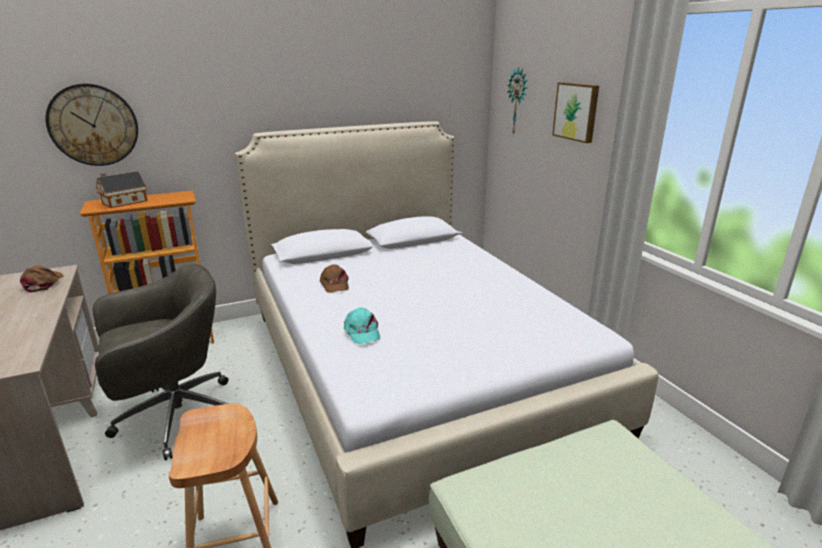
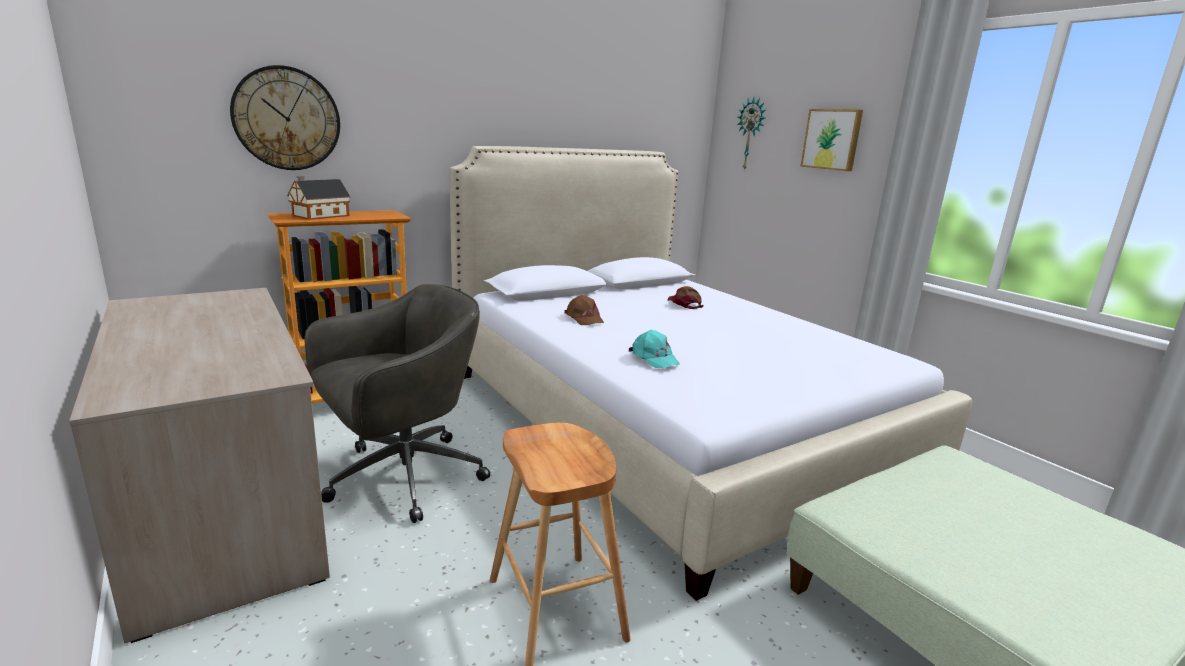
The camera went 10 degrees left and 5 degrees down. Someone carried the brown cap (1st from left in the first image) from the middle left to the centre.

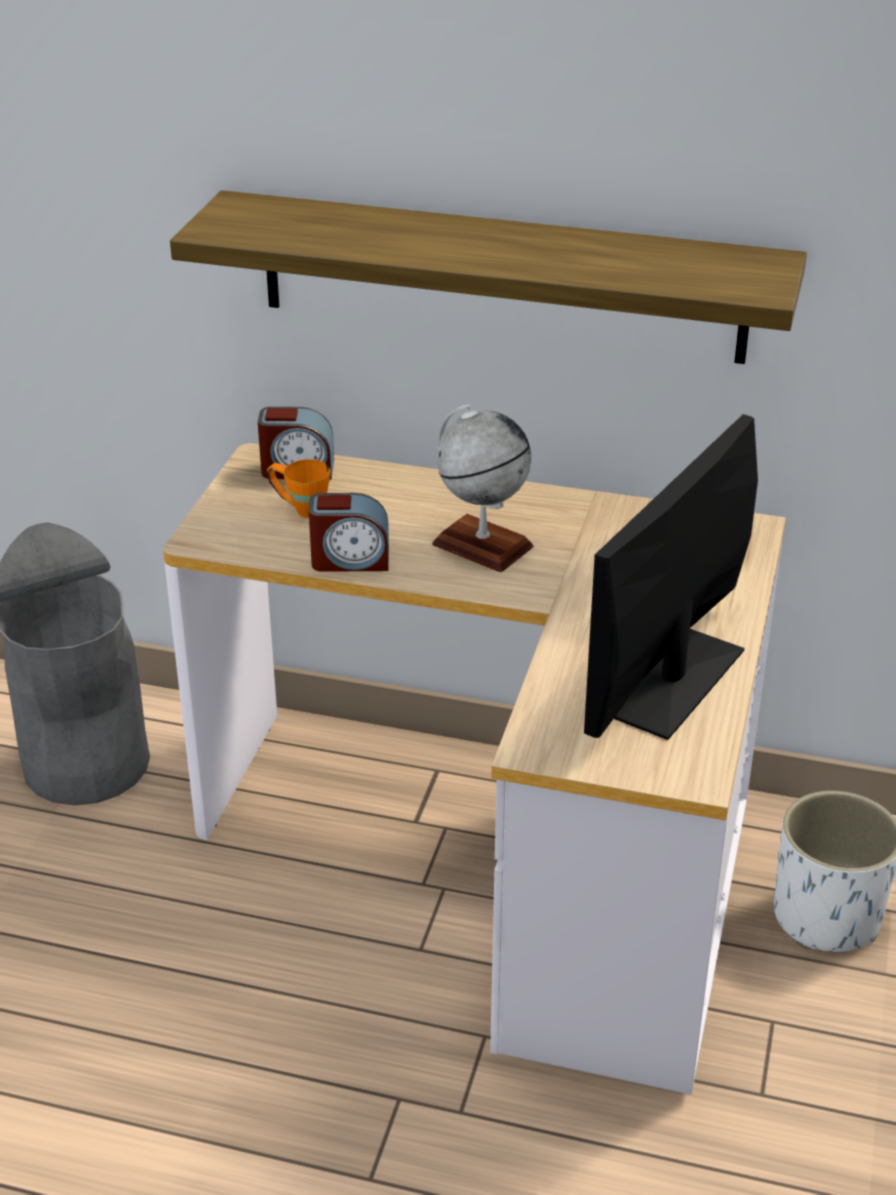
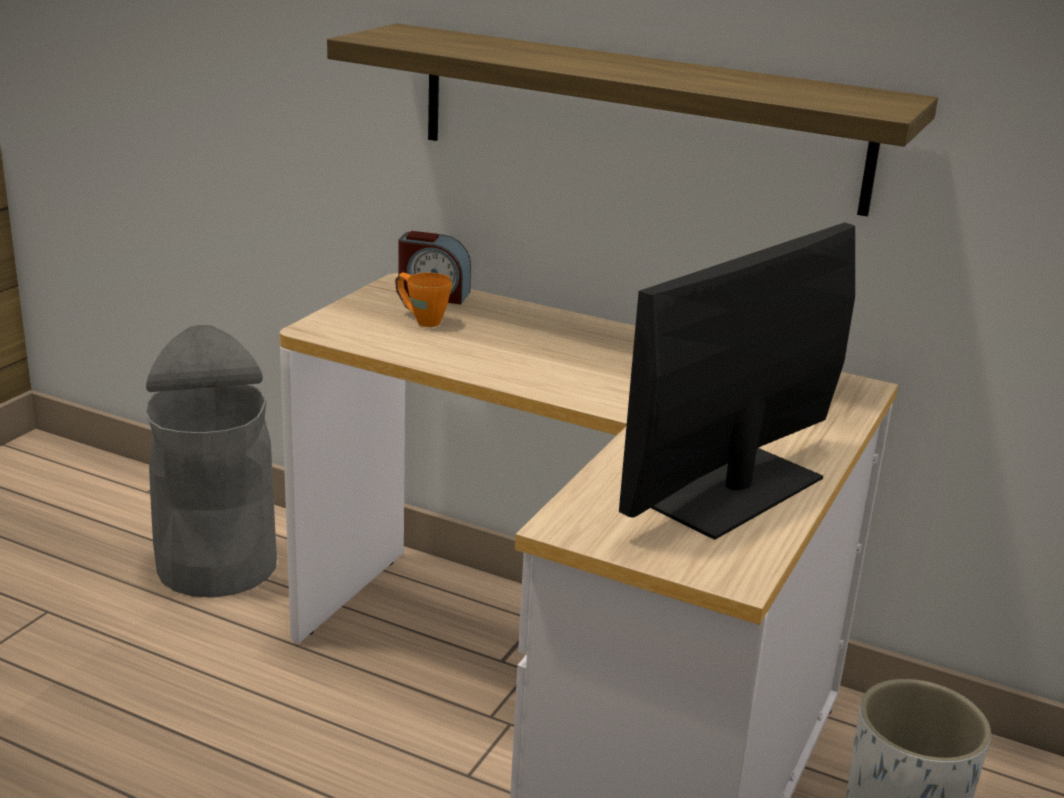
The camera went 10 degrees right and 10 degrees down. Someone took away the alarm clock (2nd from left) at the centre. Someone took away the globe at the centre.

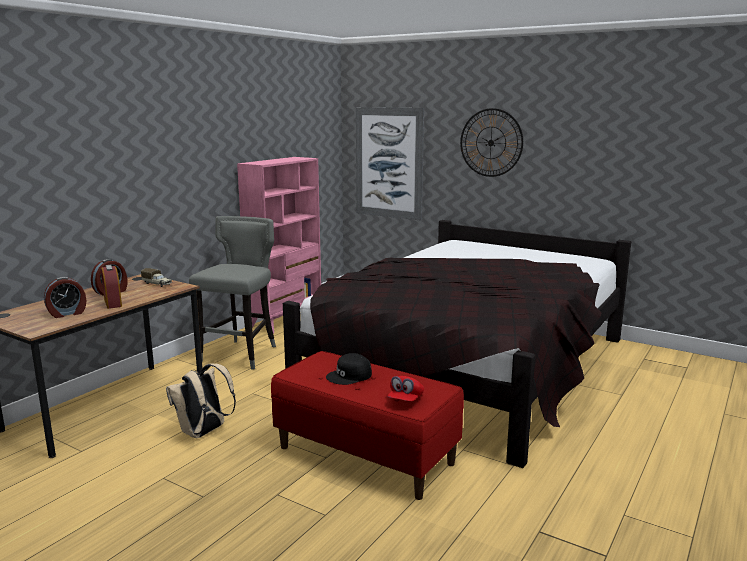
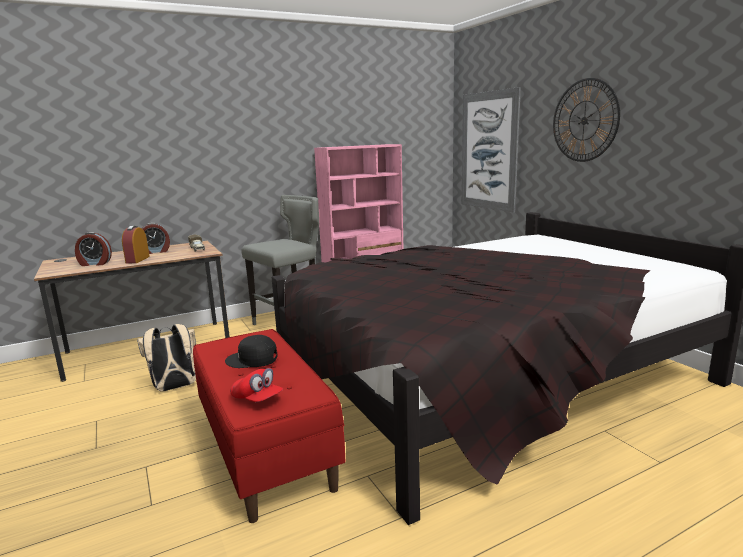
The camera went 30 degrees right and 0 degrees up. Someone rotated the red cap at the bottom centre by 105 degrees counterclockwise.

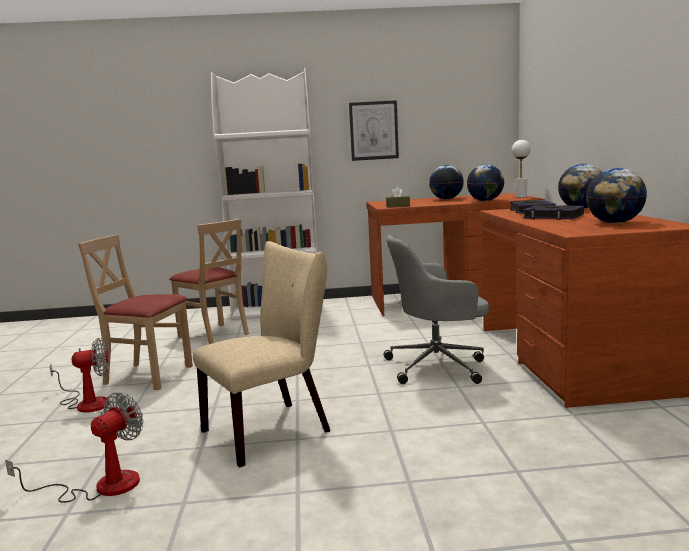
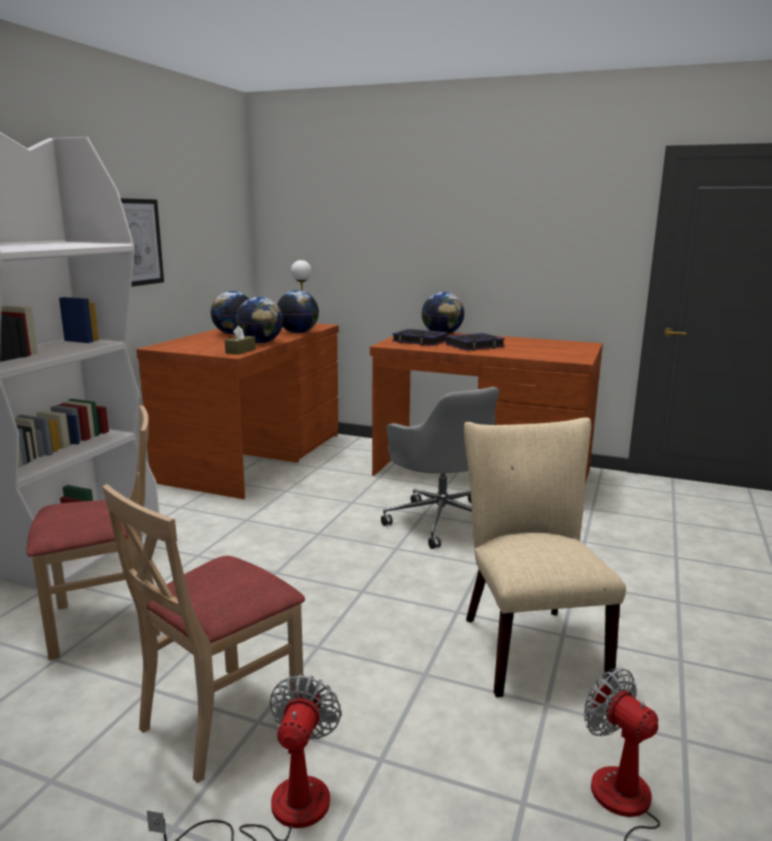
The camera went 65 degrees left and 5 degrees up. Someone carried the globe (4th from left in the first image) from the middle right to the centre. Someone rotated the grey office chair at the centre by 45 degrees counterclockwise.

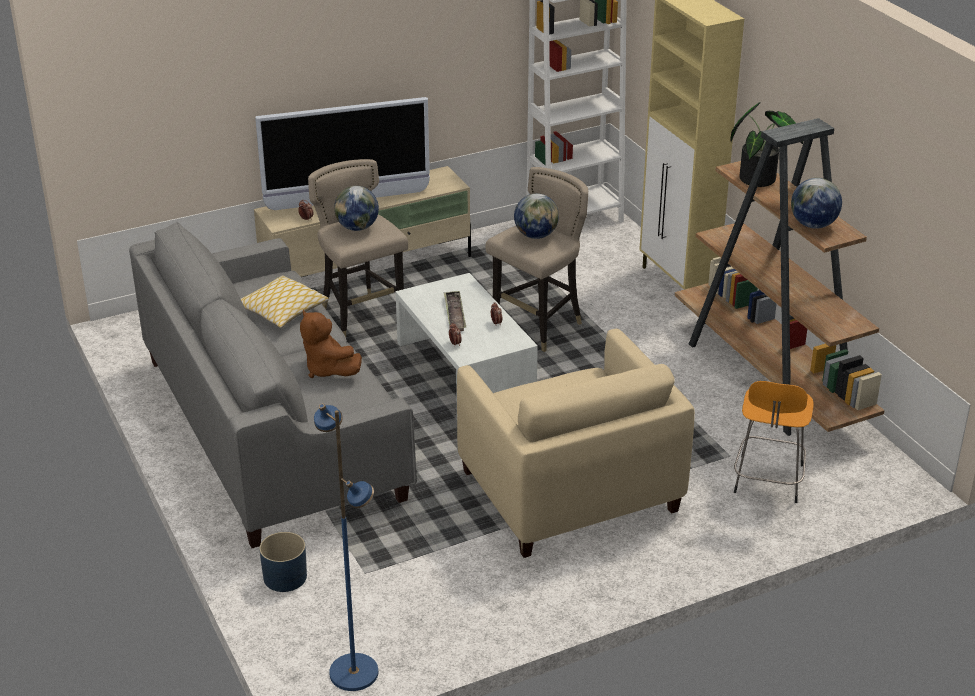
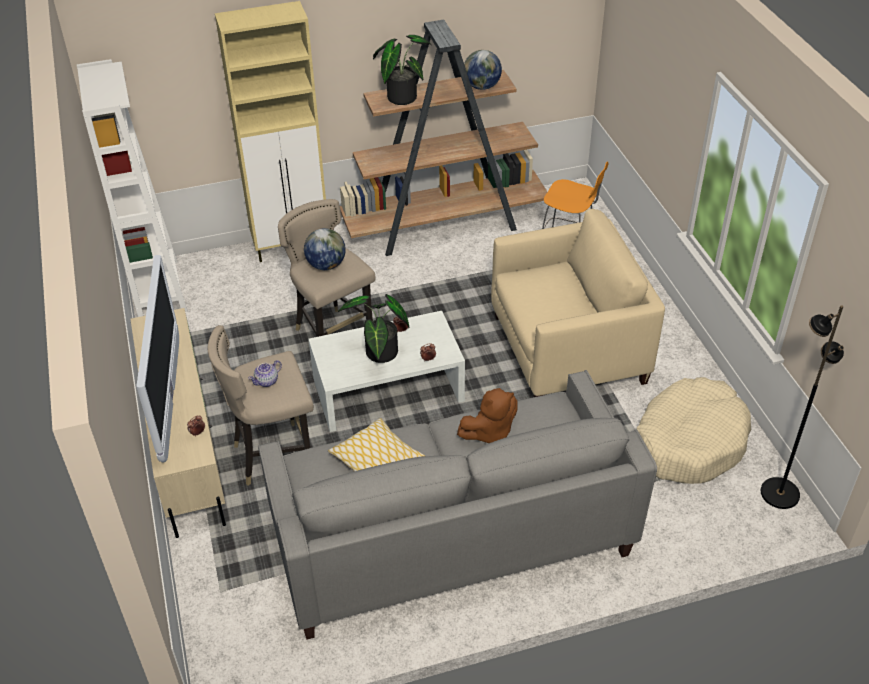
The camera went 80 degrees left and 10 degrees up. Someone took away the blue planter at the bottom left. Someone put down the beige dog bed at the middle right. Someone swapped the globe (1st from left) at the top centre for the teapot at the middle left. Someone swapped the tray at the centre for the potted plant (1st from left) at the centre. Someone repainted the blue floor lamp at the bottom centre, which became the black floor lamp at the middle right.

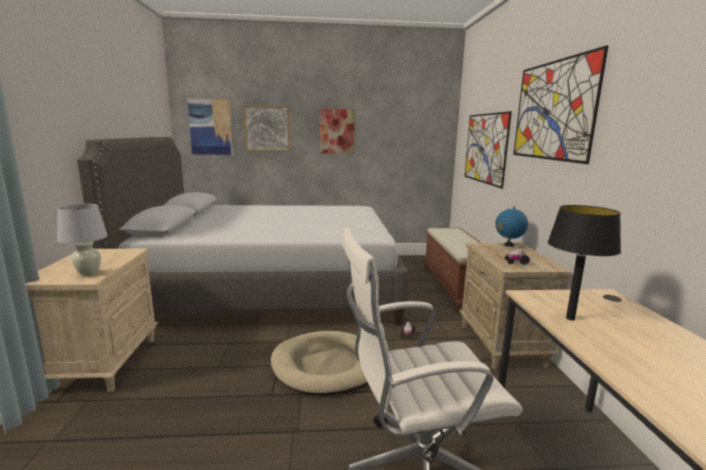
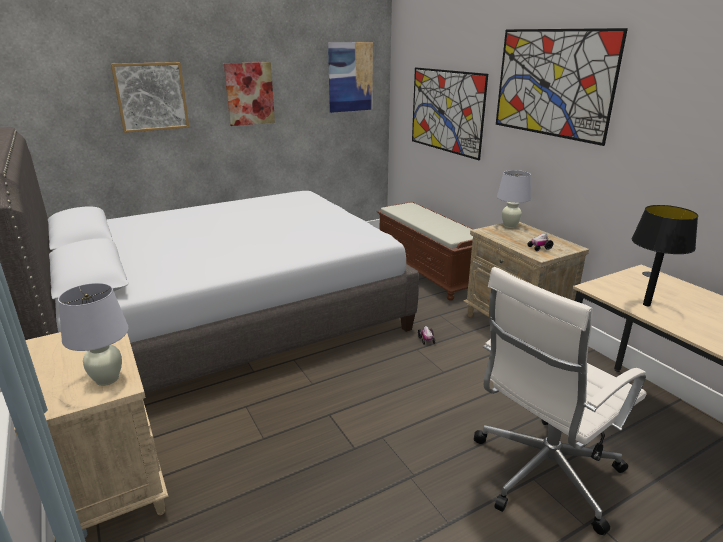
The camera went 25 degrees left and 10 degrees up. Someone took away the beige dog bed at the bottom centre. Someone carried the picture (1st from left in the first image) from the top left to the top centre. Someone swapped the globe at the middle right for the white table lamp (2nd from left) at the middle right.

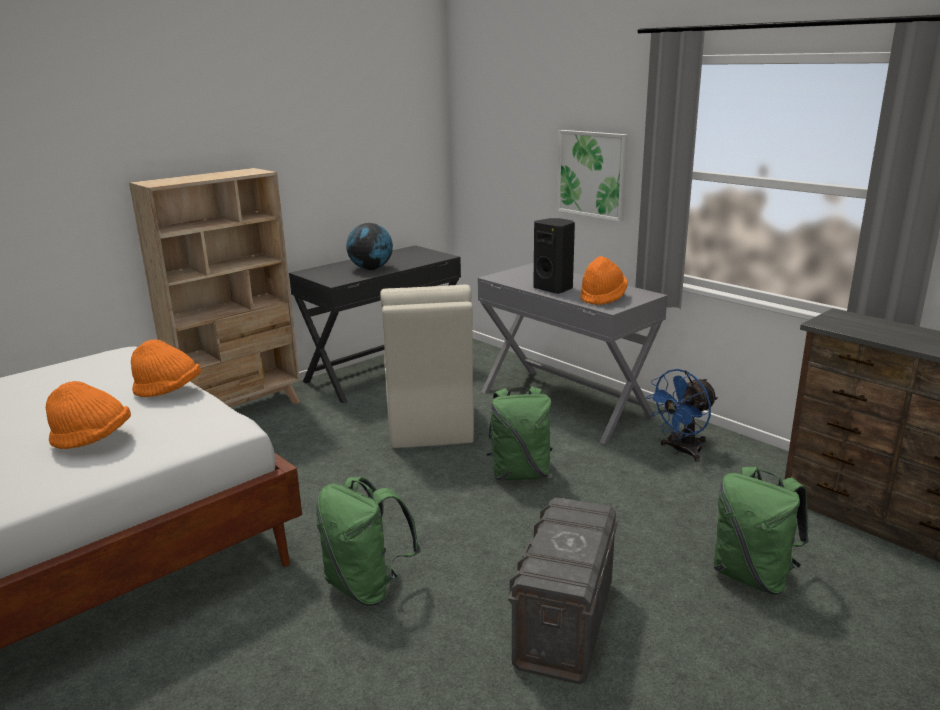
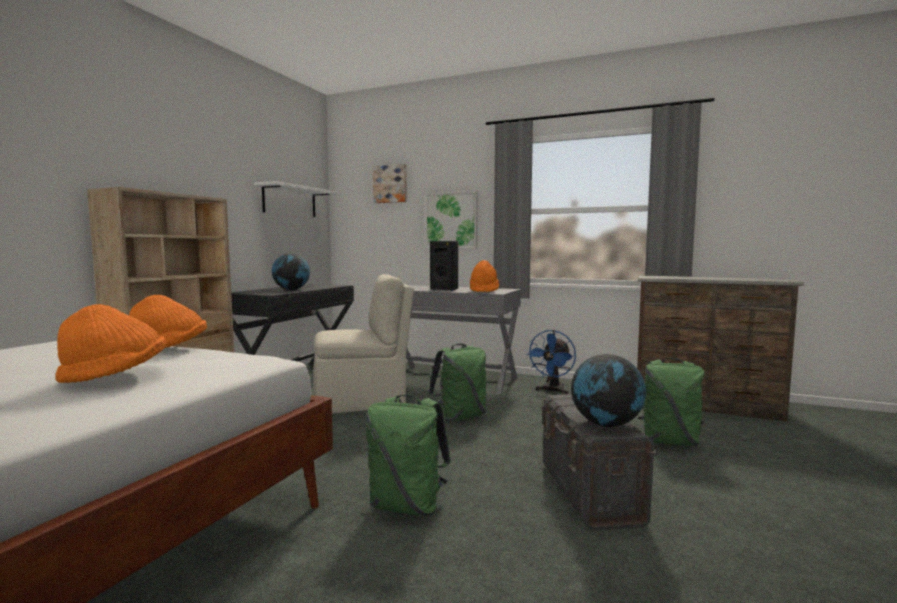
The camera went 25 degrees left and 15 degrees down. Someone put up the white shelf at the top left. Someone put up the picture (1st from left) at the top centre. Someone put down the globe (2nd from left) at the middle right. Someone rotated the beige chair at the centre by 75 degrees counterclockwise.

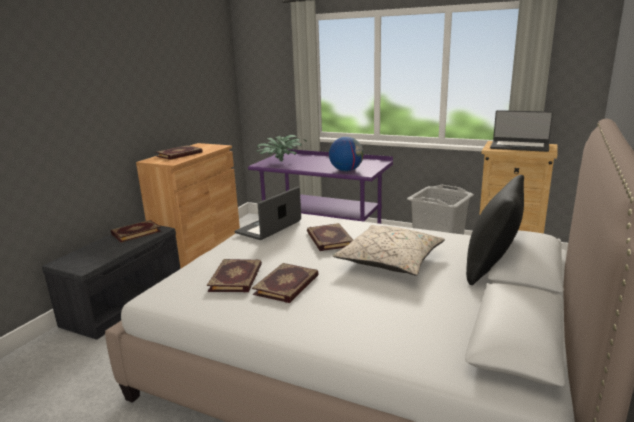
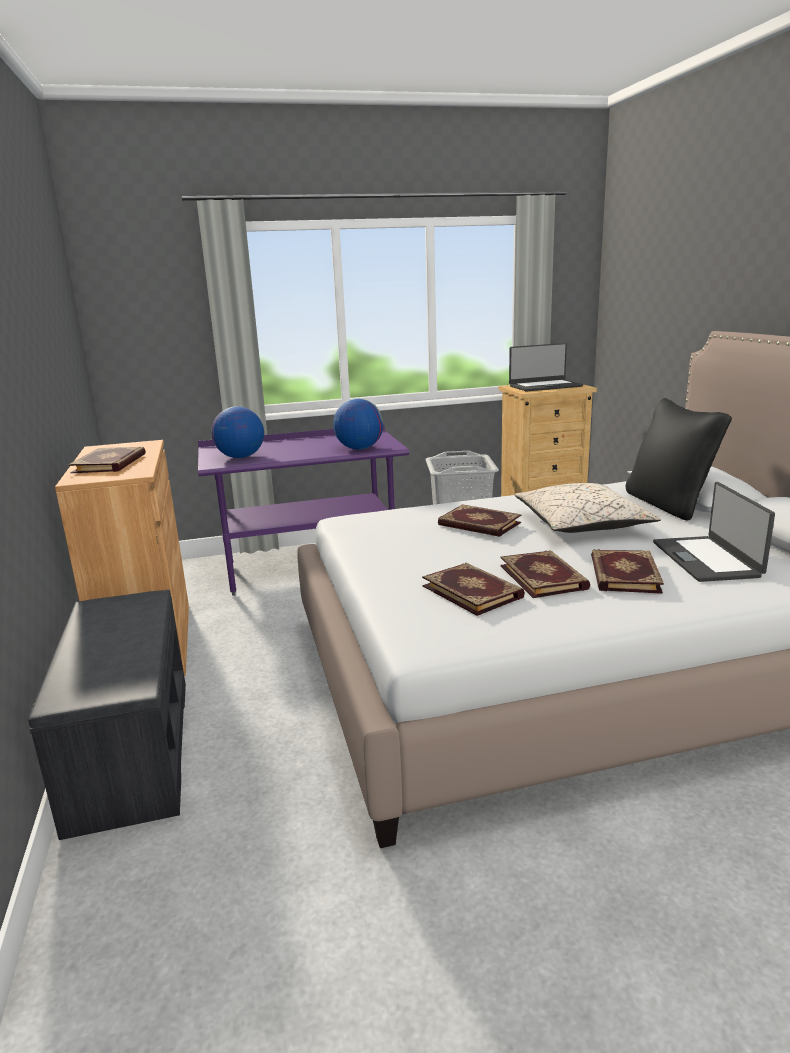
The camera went 40 degrees left and 0 degrees up. Someone carried the book (1st from left in the first image) from the middle left to the middle right. Someone carried the laptop (1st from left in the first image) from the centre to the middle right. Someone swapped the potted plant at the centre for the globe (1st from left) at the middle left.

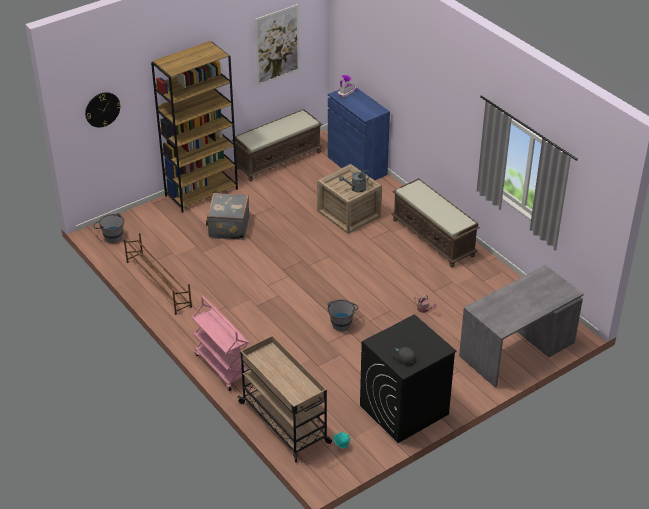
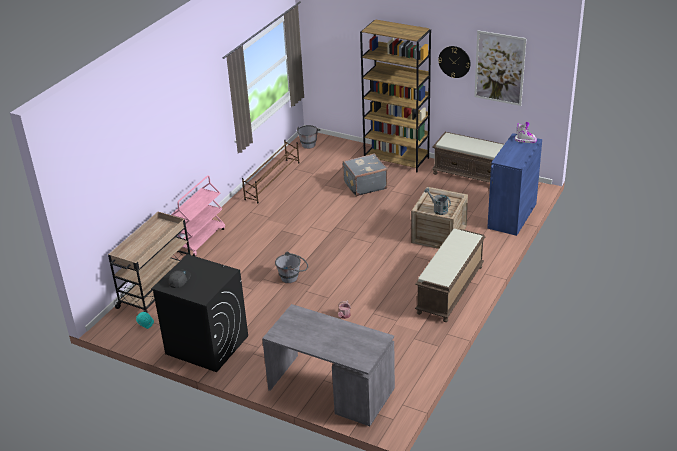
The camera went 65 degrees right and 5 degrees down. Someone carried the wall clock from the top left to the top right.

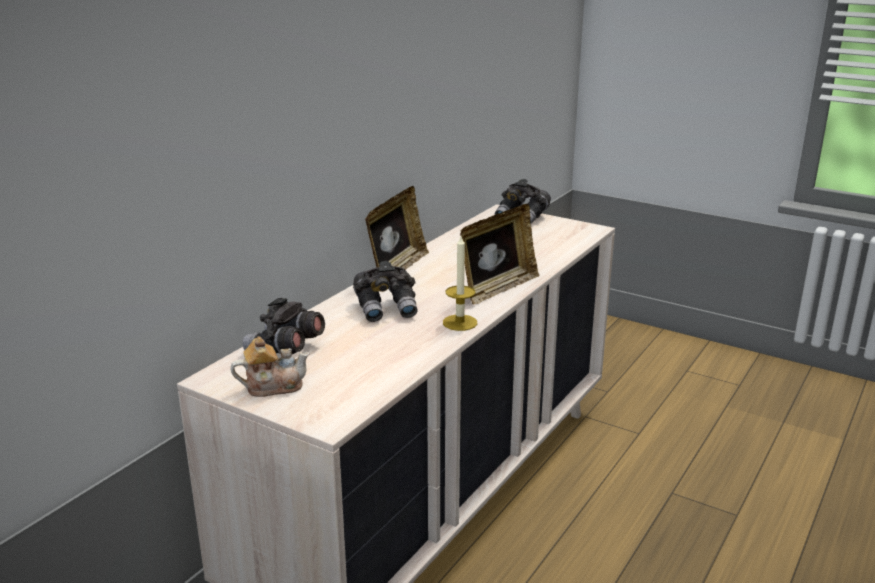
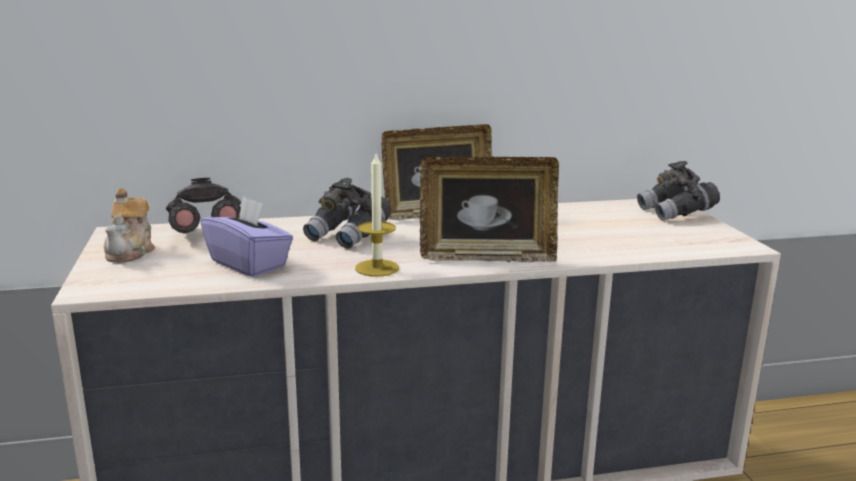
The camera went 45 degrees right and 5 degrees down. Someone put down the purple tissue box at the middle left. Someone rotated the teapot at the middle left by 60 degrees clockwise.

